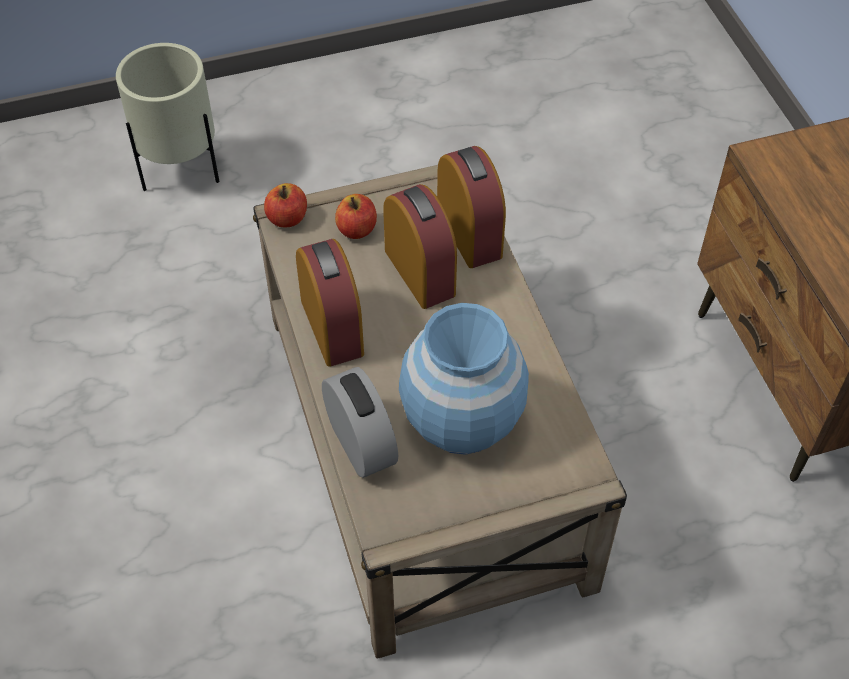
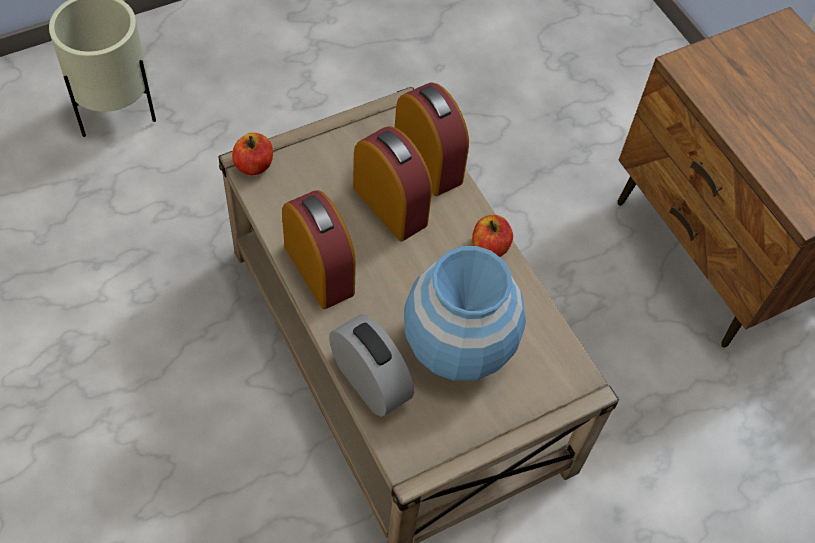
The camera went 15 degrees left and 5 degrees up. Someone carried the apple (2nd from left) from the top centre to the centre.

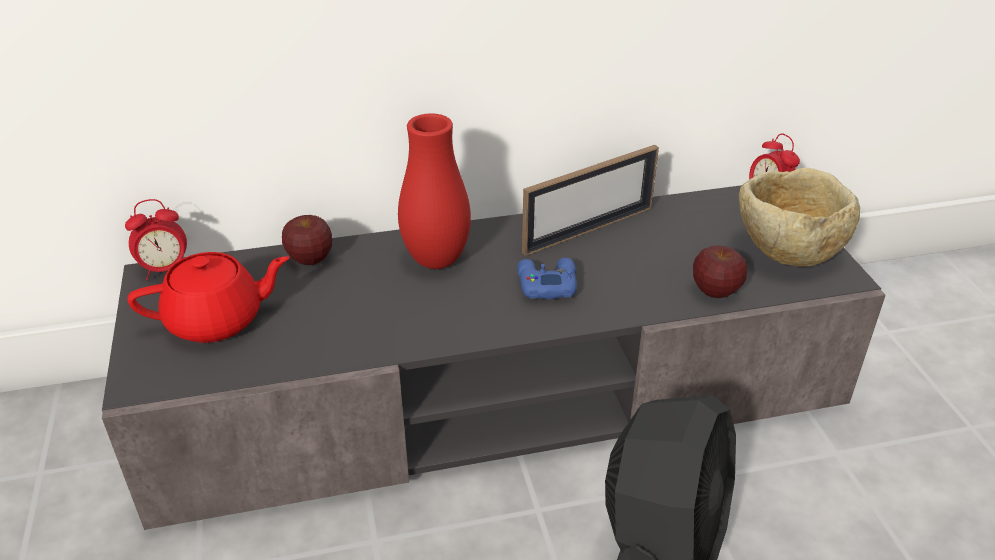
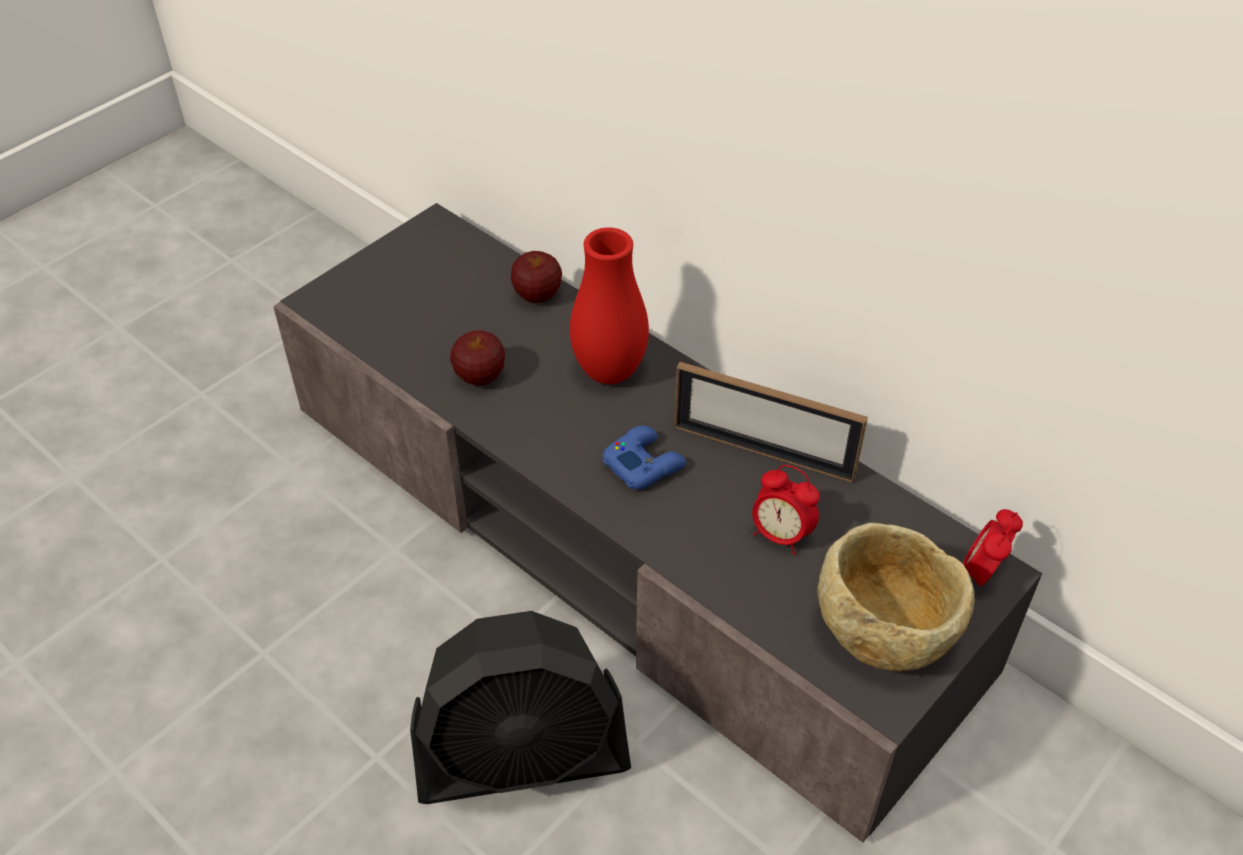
The camera went 55 degrees right and 10 degrees up. Someone took away the red teapot at the middle left. Someone carried the alarm clock (1st from left) from the middle left to the centre. Someone carried the apple (2nd from left in the first image) from the middle right to the centre.

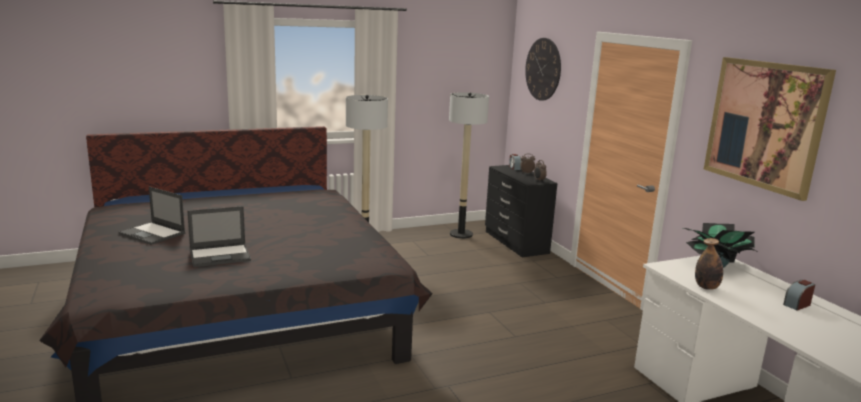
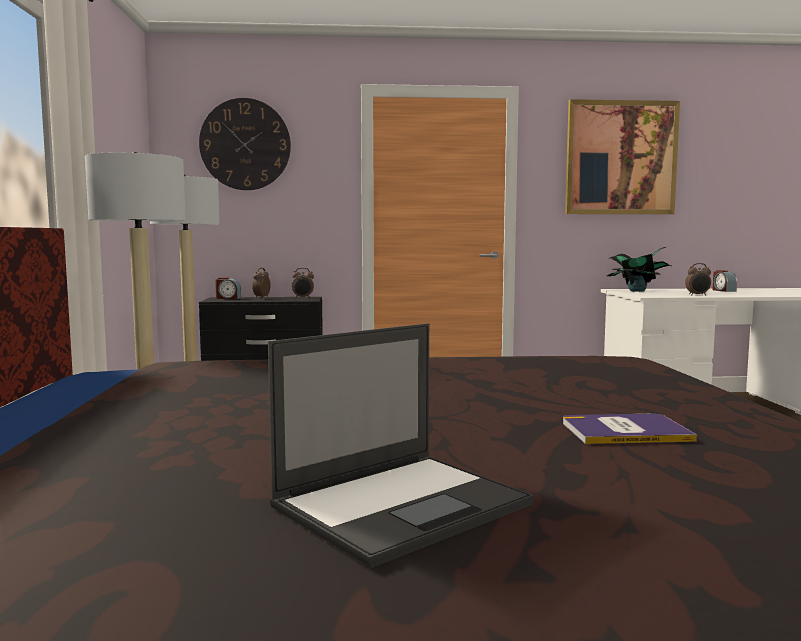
The camera went 70 degrees left and 10 degrees down. Someone swapped the laptop (2nd from left) at the middle left for the book at the bottom right. Someone swapped the bottle at the middle right for the alarm clock (4th from left) at the middle right.

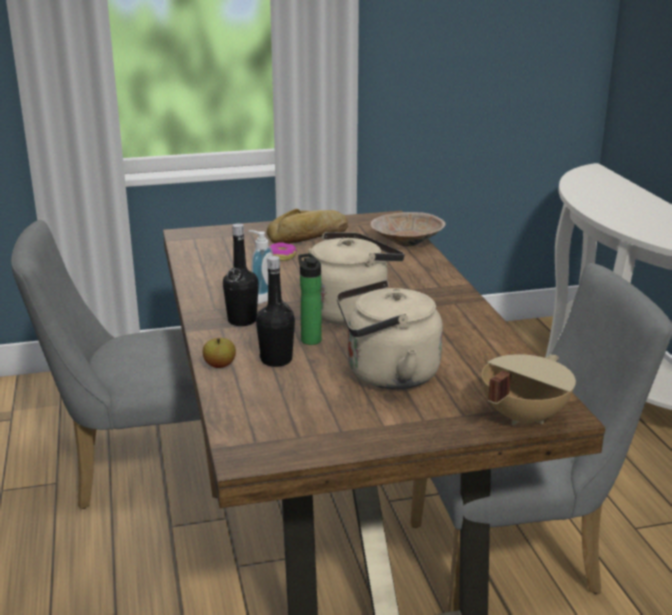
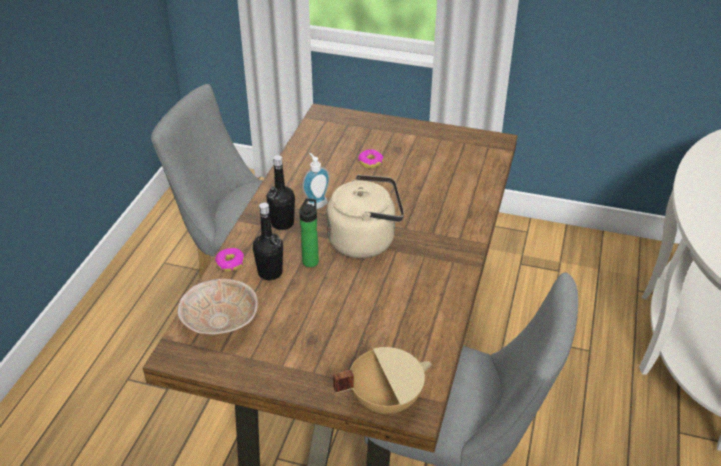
The camera went 30 degrees right and 15 degrees up. Someone took away the bread at the centre. Someone took away the beige kettle (2nd from left) at the centre. Someone carried the beige bowl from the centre to the middle left. Someone swapped the apple at the middle left for the donut (1st from left) at the middle left.

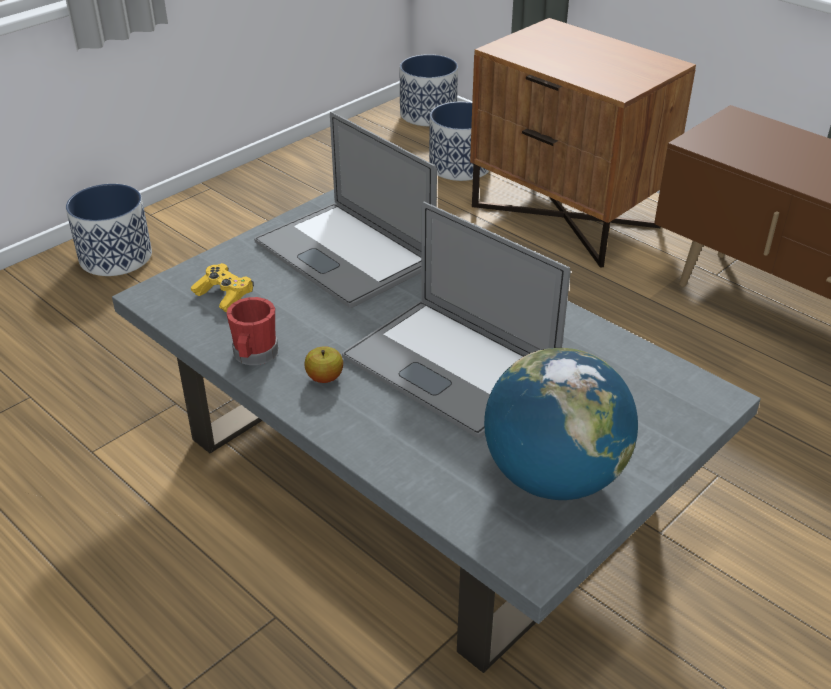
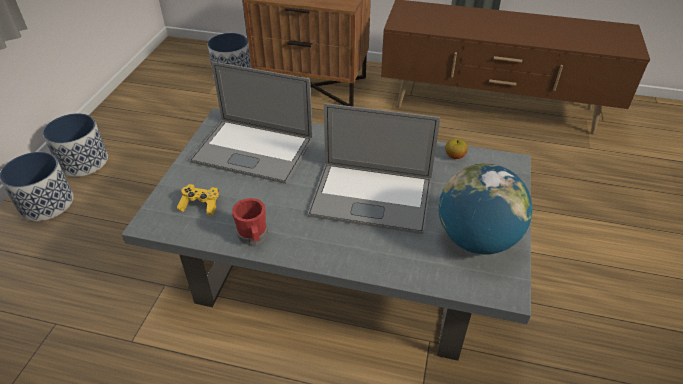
The camera went 30 degrees left and 5 degrees up. Someone carried the apple from the centre to the middle right. Someone carried the planter (2nd from left) from the top centre to the middle left.

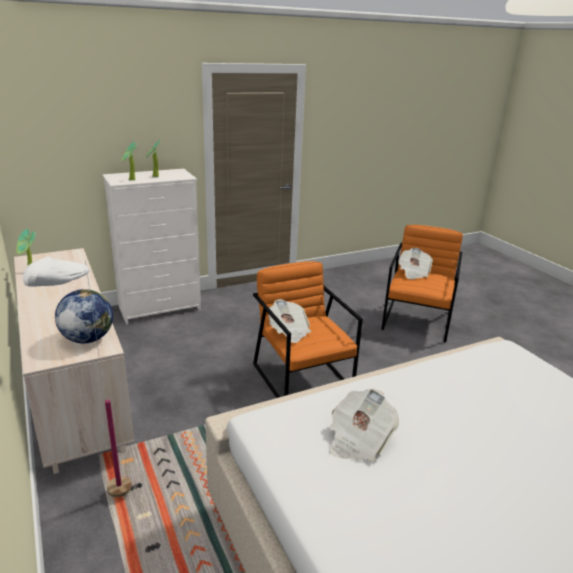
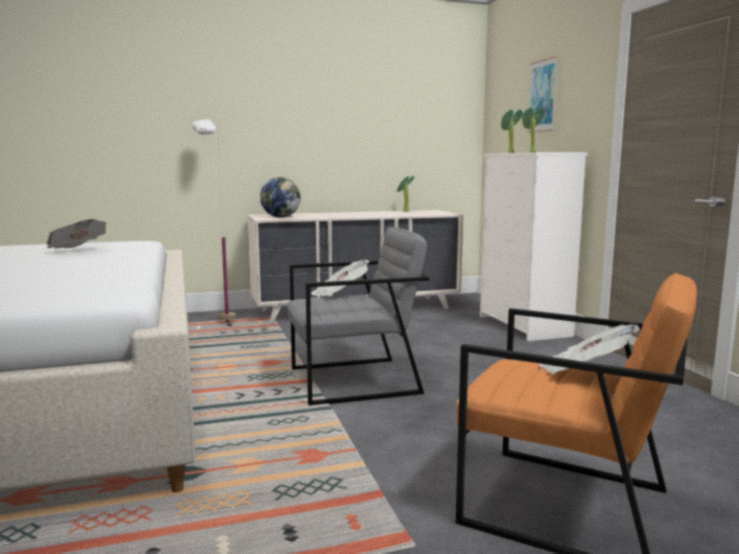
The camera went 100 degrees right and 15 degrees down. Someone put up the picture at the top right. Someone repainted the orange armchair (1st from left) at the centre, which became the grey armchair at the centre.

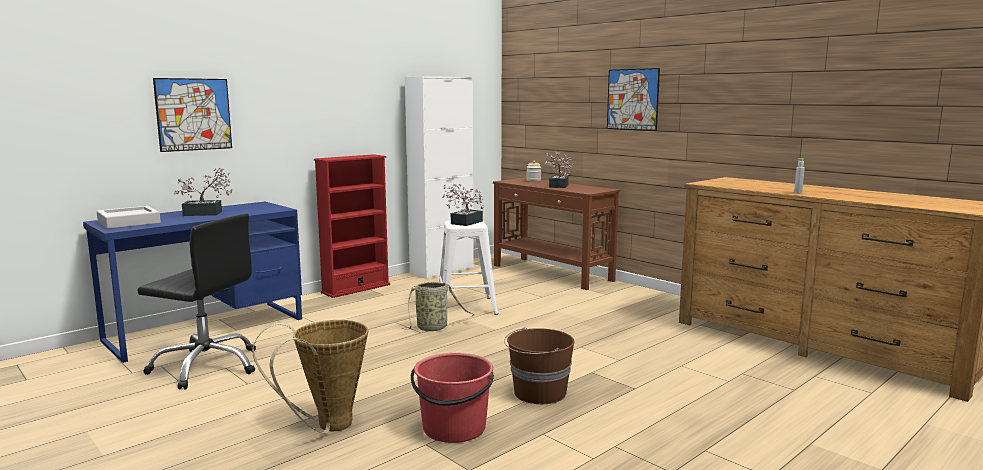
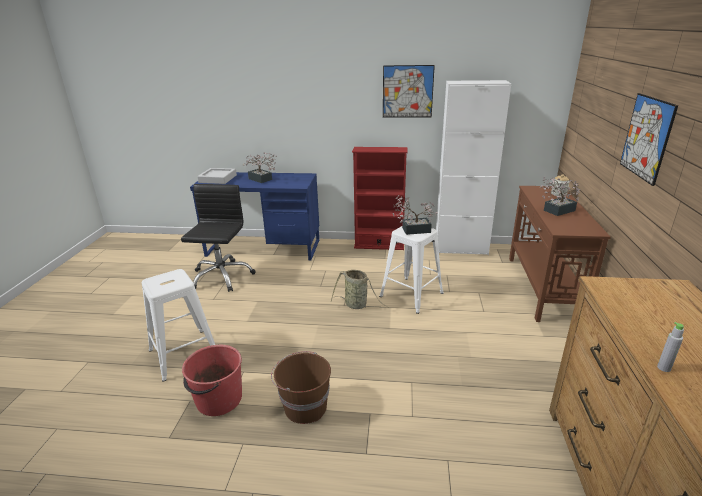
The camera went 50 degrees right and 15 degrees up. Someone carried the picture (1st from left) from the top left to the top centre. Someone swapped the basket (1st from left) at the bottom left for the white stool (1st from left) at the middle left. Someone rotated the black office chair at the middle left by 150 degrees counterclockwise.

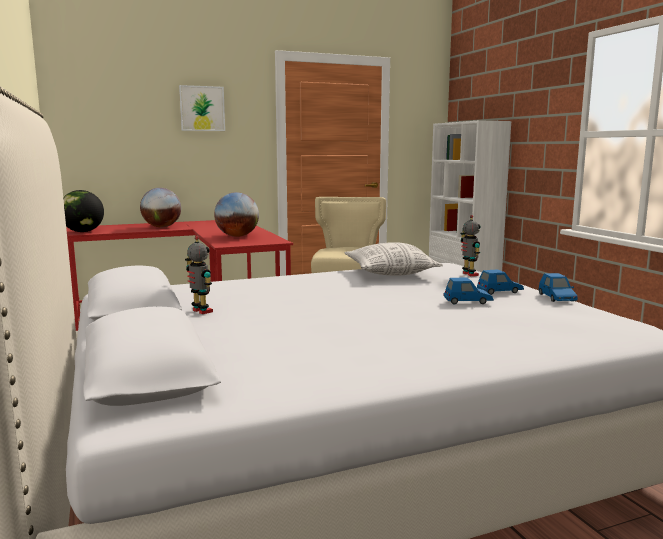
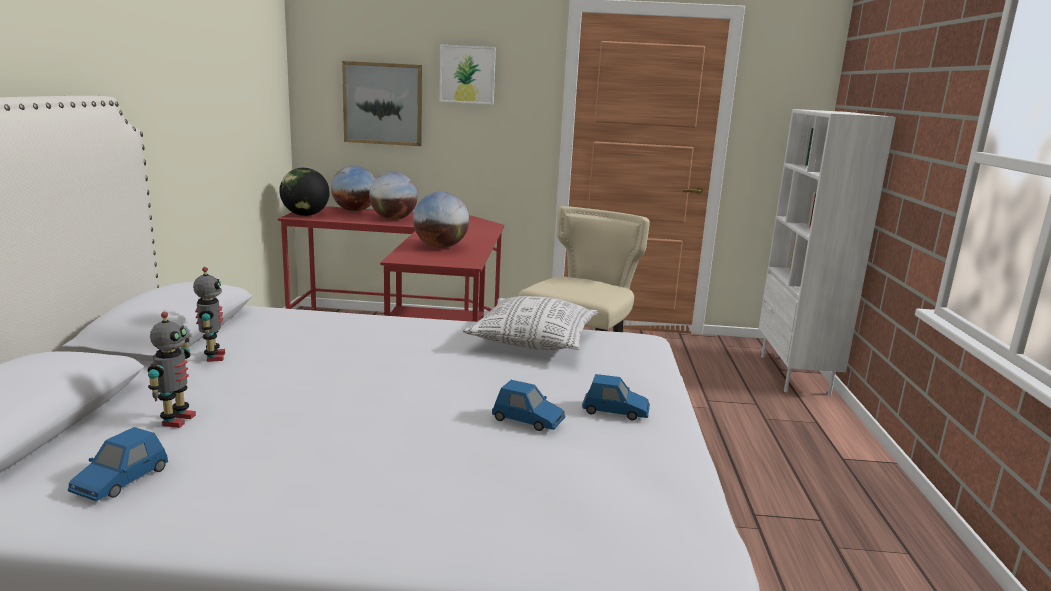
The camera went 25 degrees right and 5 degrees up. Someone put down the globe (2nd from left) at the top centre. Someone put up the picture (1st from left) at the top centre. Someone carried the toy robot (2nd from left in the first image) from the middle right to the middle left. Someone carried the blue toy car (3rd from left in the first image) from the middle right to the bottom left.

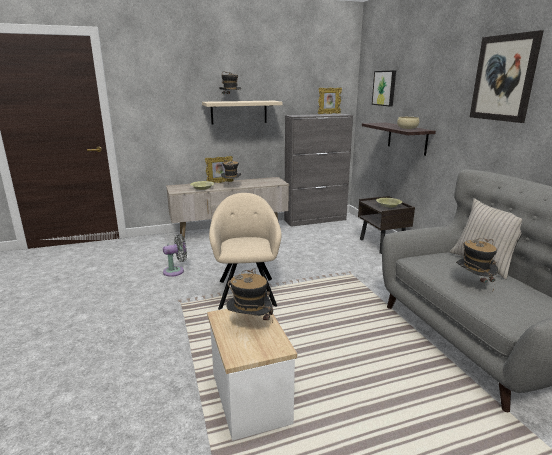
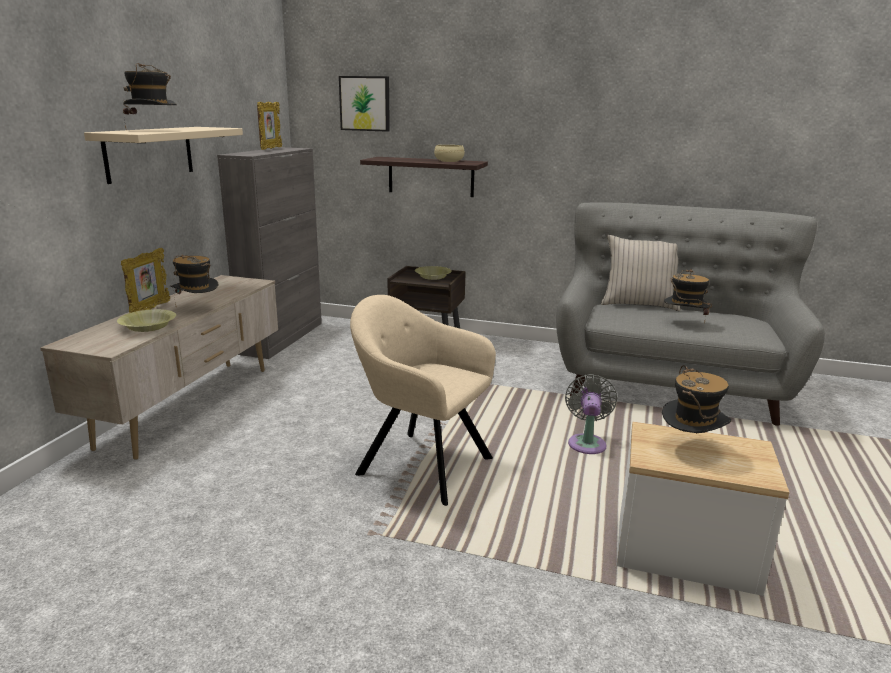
The camera went 55 degrees left and 0 degrees up. Someone took away the picture (2nd from left) at the top right. Someone carried the grey fan from the middle left to the centre.

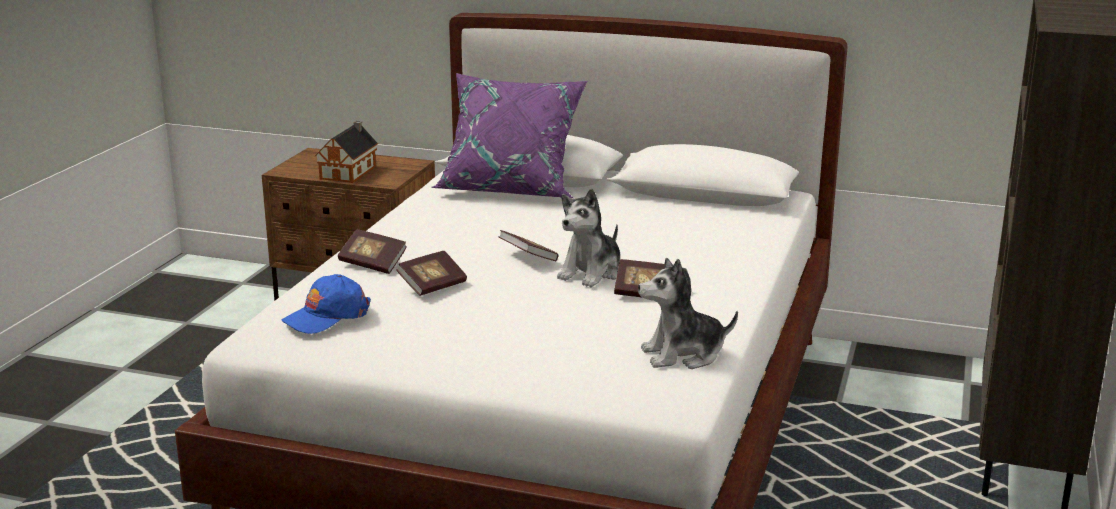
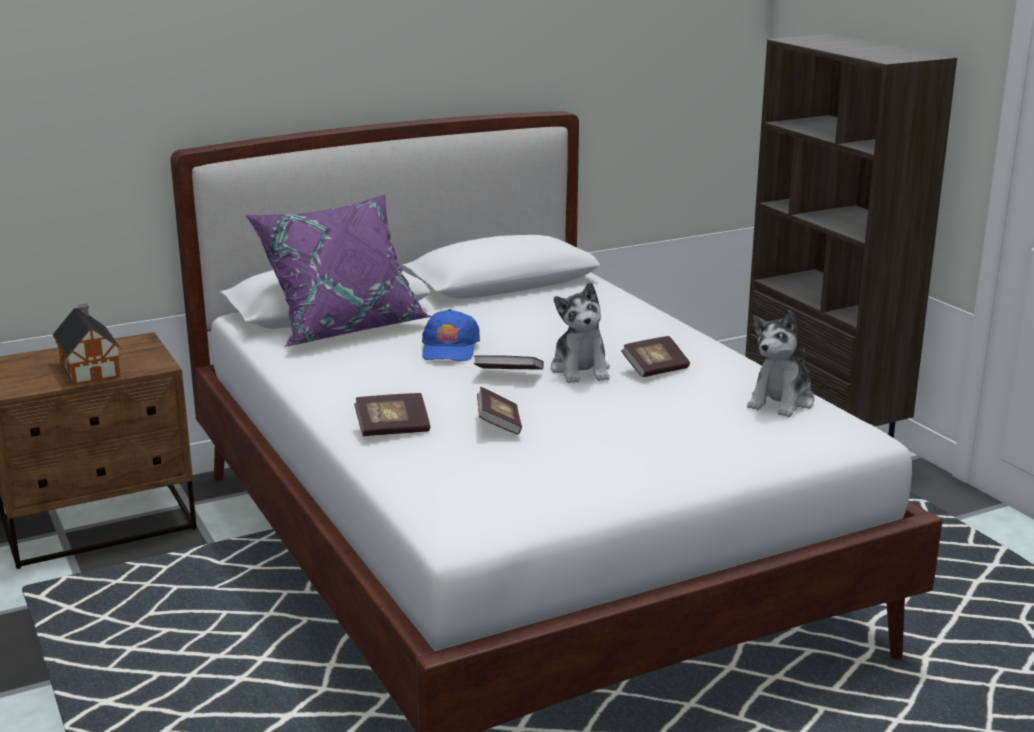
The camera went 45 degrees left and 0 degrees up. Someone carried the blue cap from the middle left to the centre.

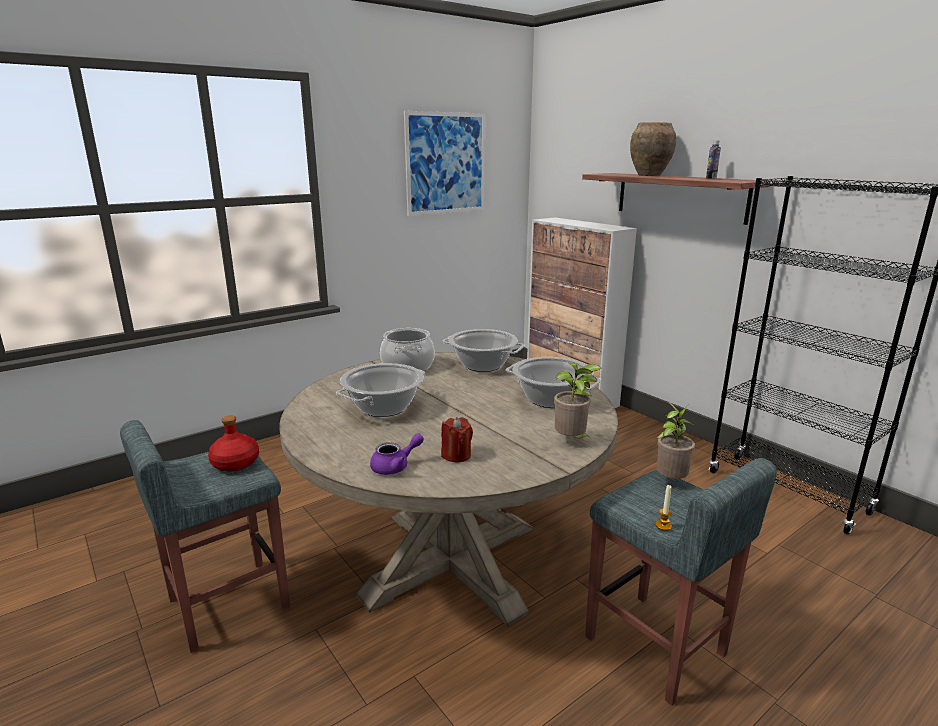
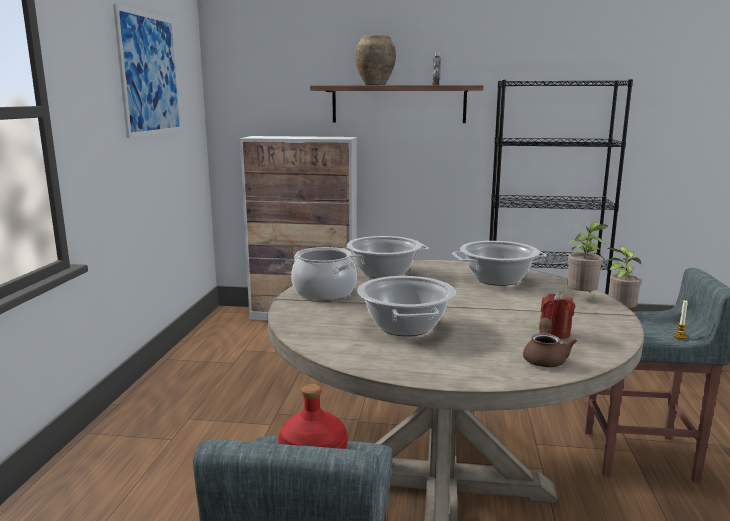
The camera went 45 degrees left and 5 degrees down. Someone repainted the purple teapot at the centre, which became the brown teapot at the middle right.

